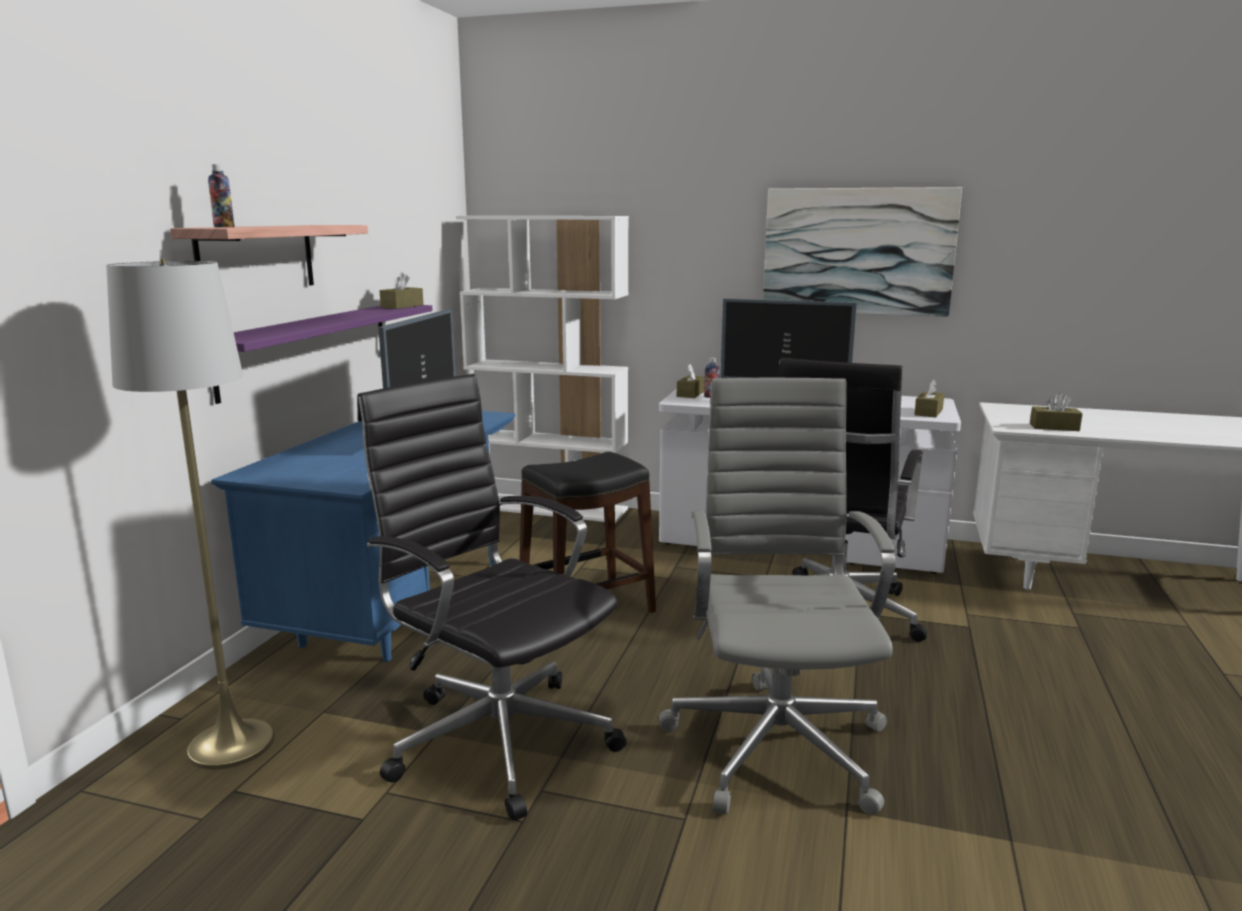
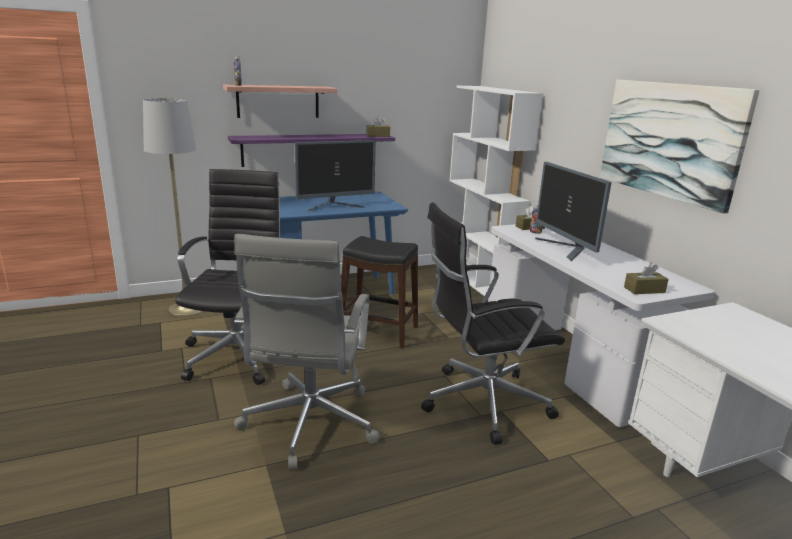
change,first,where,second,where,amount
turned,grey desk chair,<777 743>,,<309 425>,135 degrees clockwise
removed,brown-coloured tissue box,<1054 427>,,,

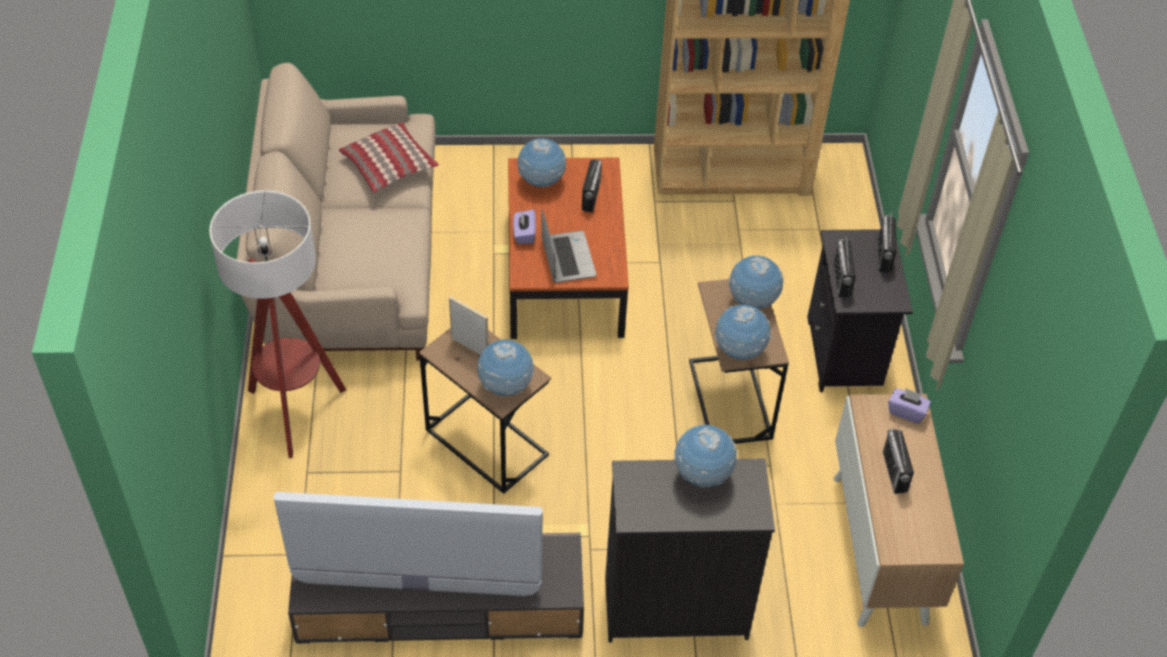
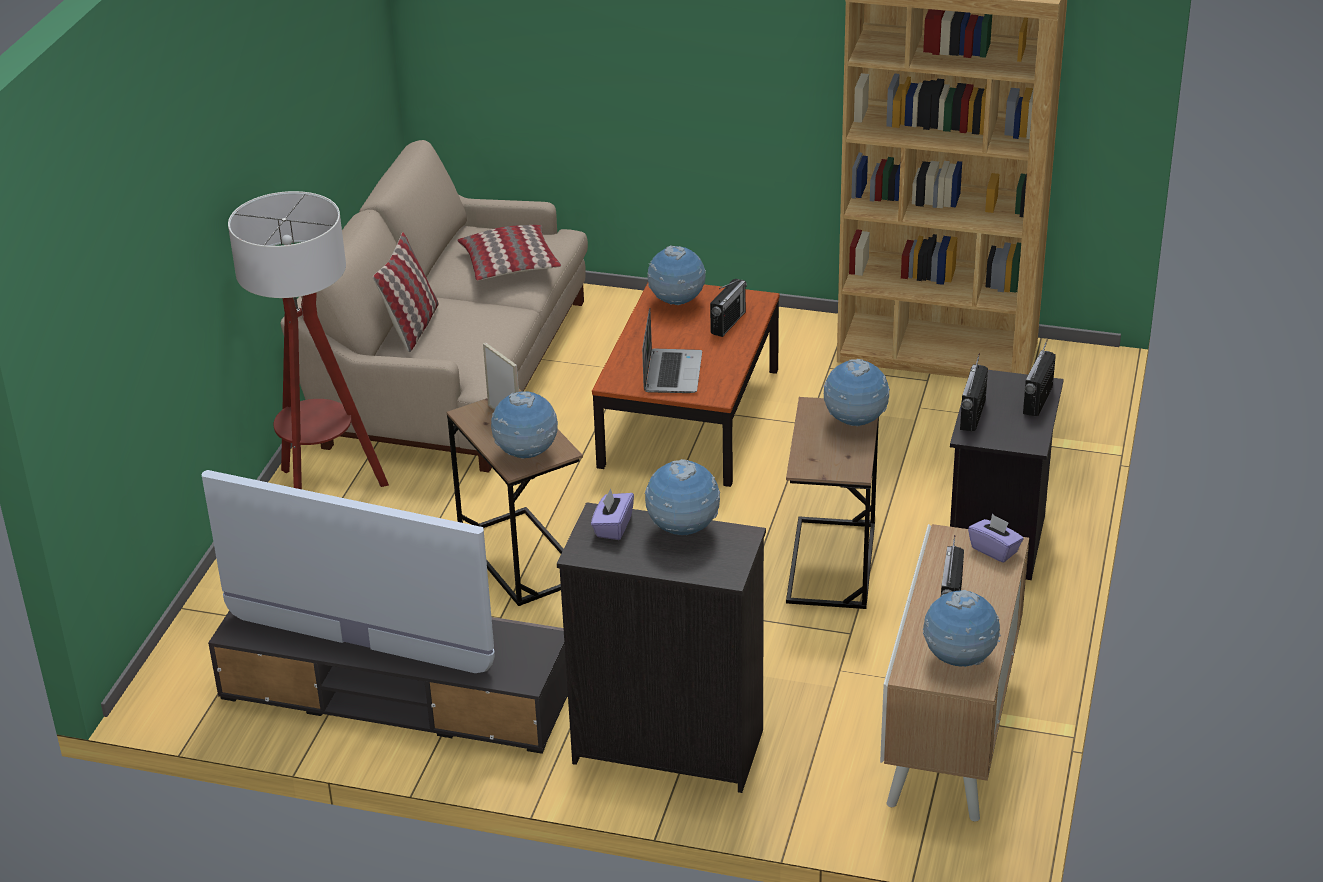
change,first,where,second,where,amount
added,,,pillow,<412 327>,
moved,purple-coloured tissue box,<524 234>,,<613 527>,
moved,desk globe,<739 351>,,<959 660>,

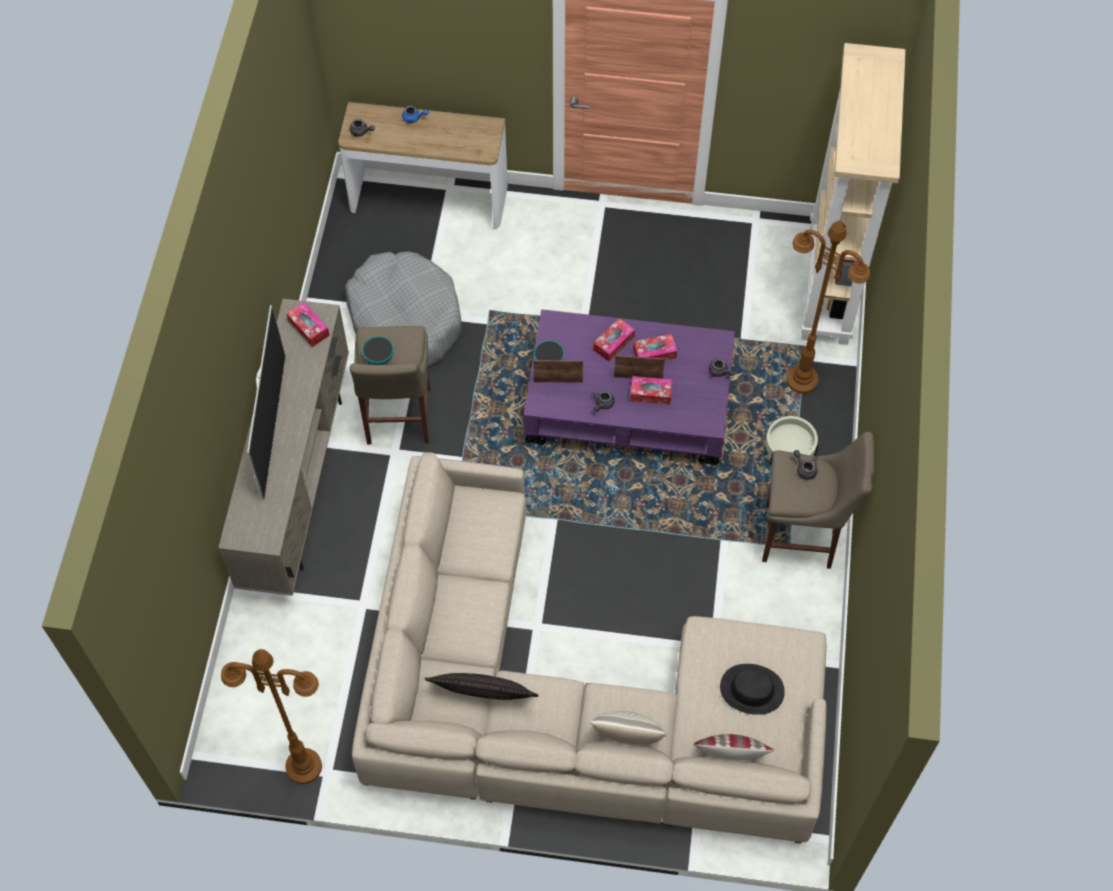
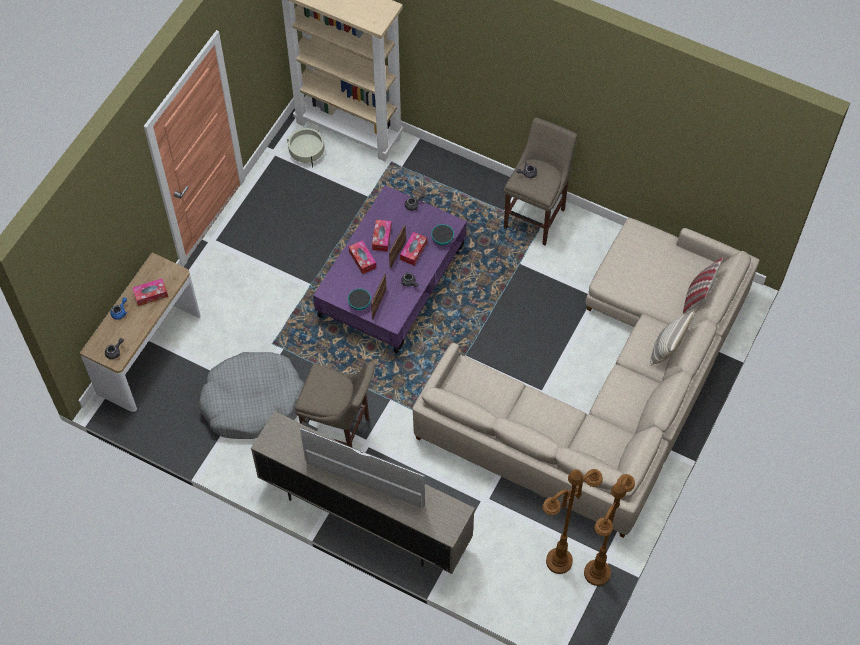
change,first,where,second,where,amount
moved,tissue box,<308 328>,,<151 294>,
moved,beige flower pot,<789 450>,,<307 152>,
moved,bowl,<379 357>,,<442 239>,
moved,brown-coloured standing lamp,<801 380>,,<559 561>,
removed,pillow,<482 695>,,,
removed,black clothing hat,<752 690>,,,

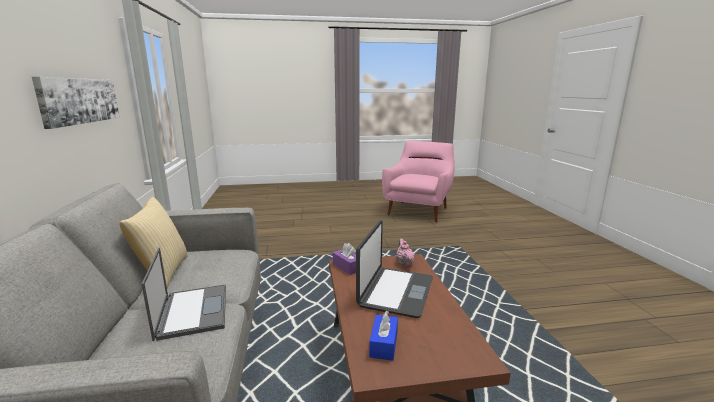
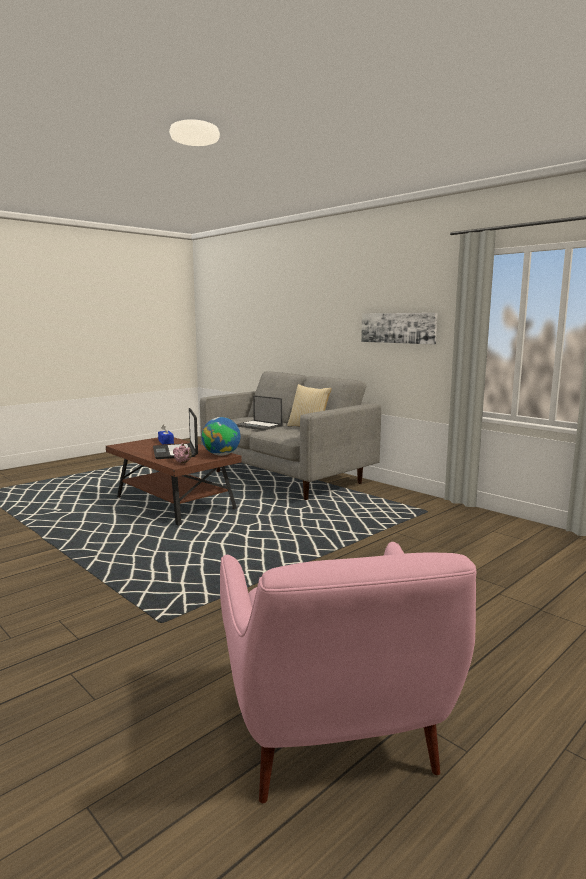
change,first,where,second,where,amount
replaced,purple-coloured tissue box,<347 267>,desk globe,<221 455>,

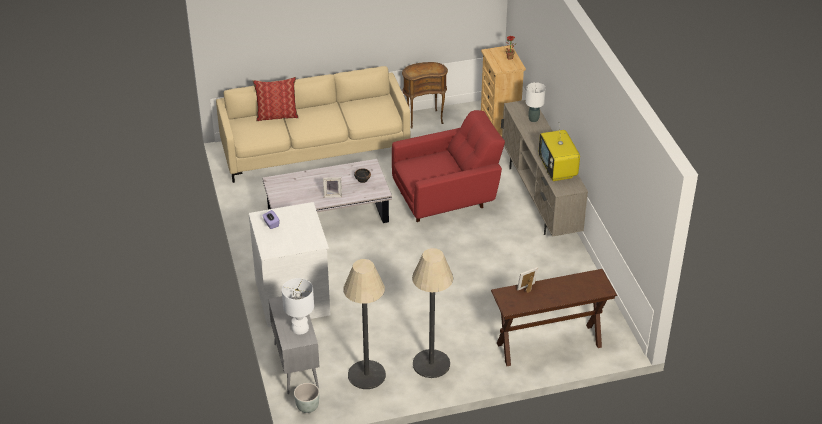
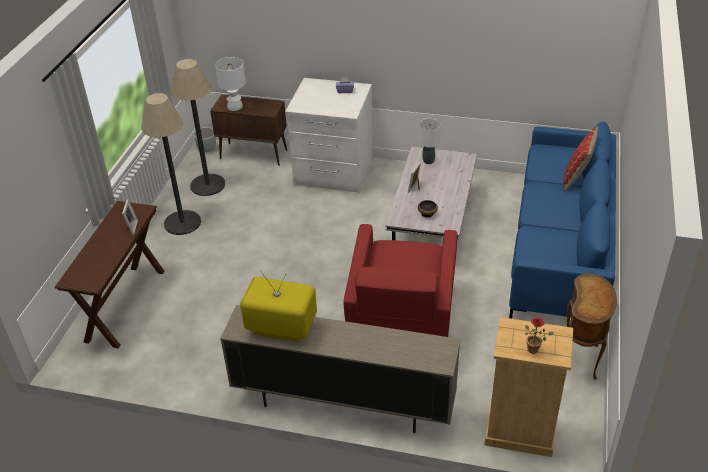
change,first,where,second,where,amount
recoloured,grey cupboard,<296 365>,brown-coloured cupboard,<254 154>,
moved,white-coloured table lamp,<533 119>,,<428 161>,
recoloured,beige sofa,<315 148>,bluish sofa,<560 246>,

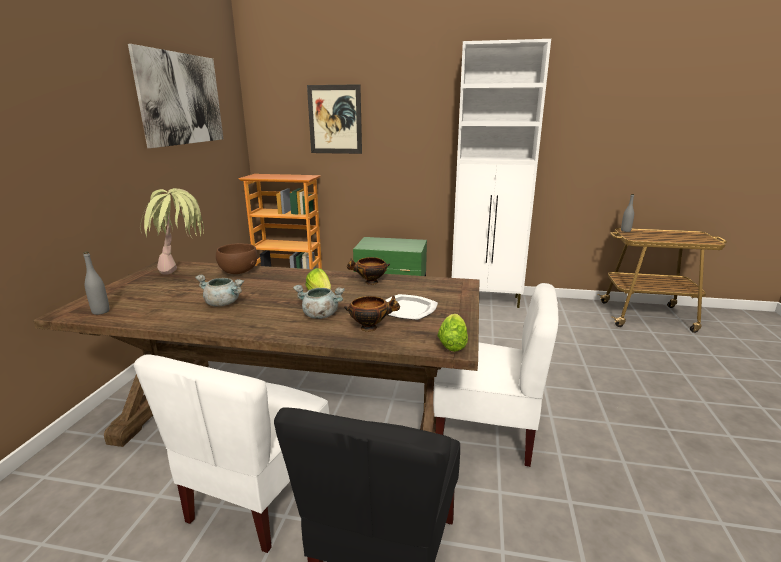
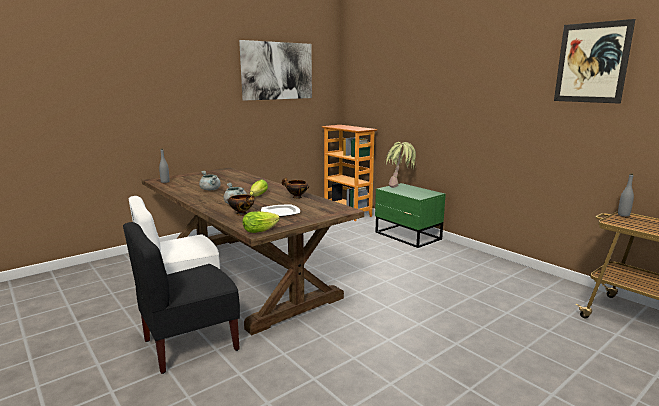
change,first,where,second,where,amount
moved,houseplant,<183 275>,,<400 189>,
moved,wall art,<335 119>,,<591 63>,
removed,brown-coloured bowl,<238 272>,,,
removed,white-coloured chair,<486 432>,,,
removed,white-coloured cupboard,<486 300>,,,

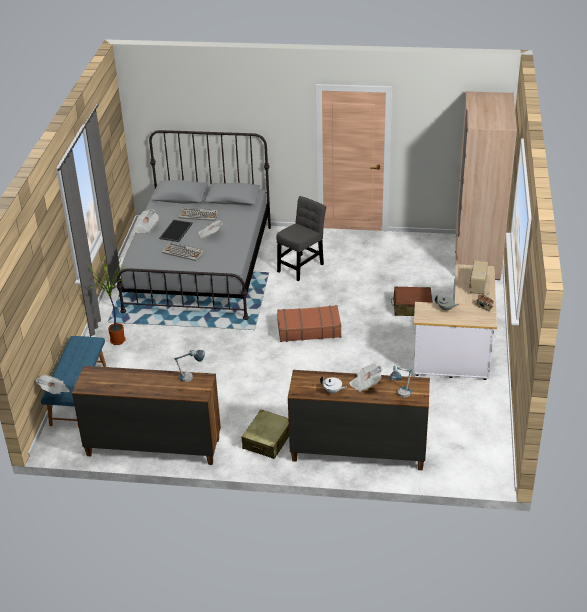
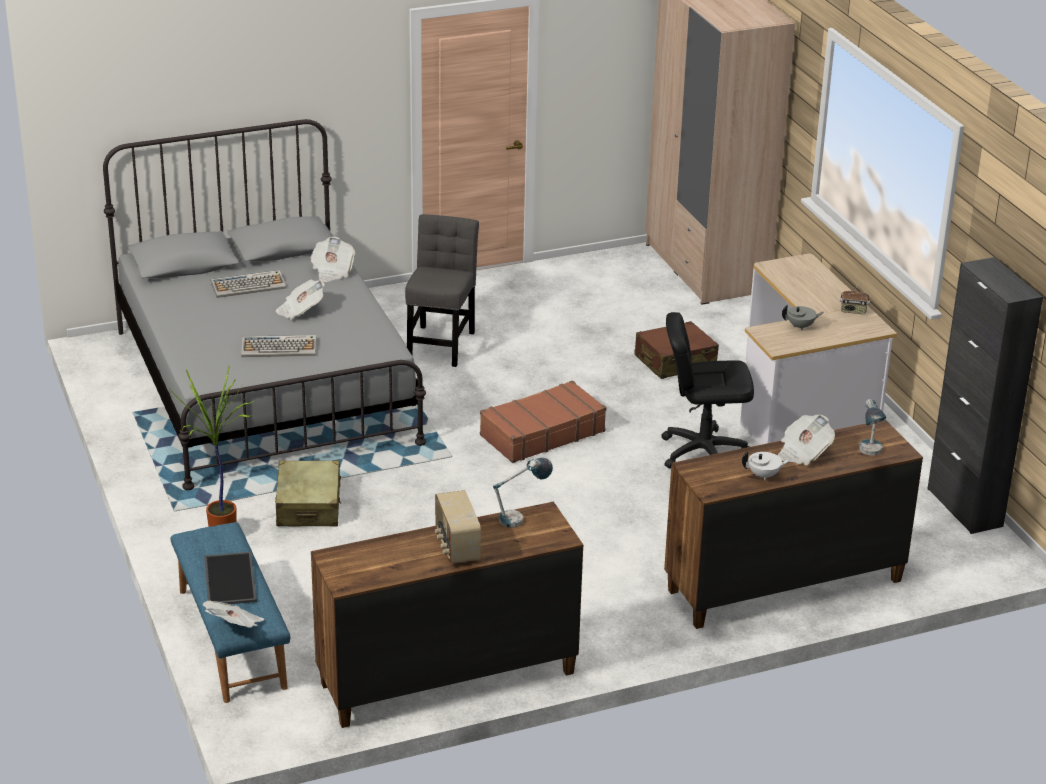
change,first,where,second,where,amount
moved,serving tray,<176 231>,,<231 580>,
moved,beige travel case,<268 440>,,<309 506>,
moved,daily paper,<146 227>,,<332 271>,
moved,radio,<477 286>,,<456 547>,
added,,,black desk chair,<703 453>,
added,,,black cupboard,<964 507>,

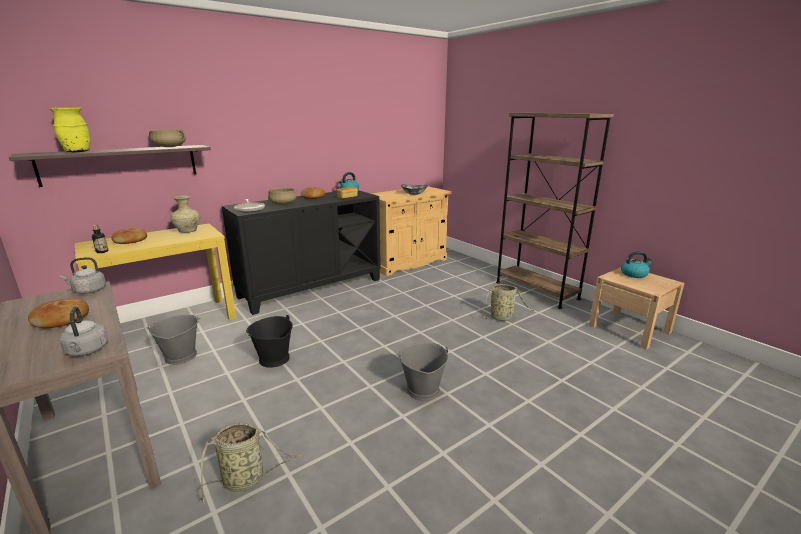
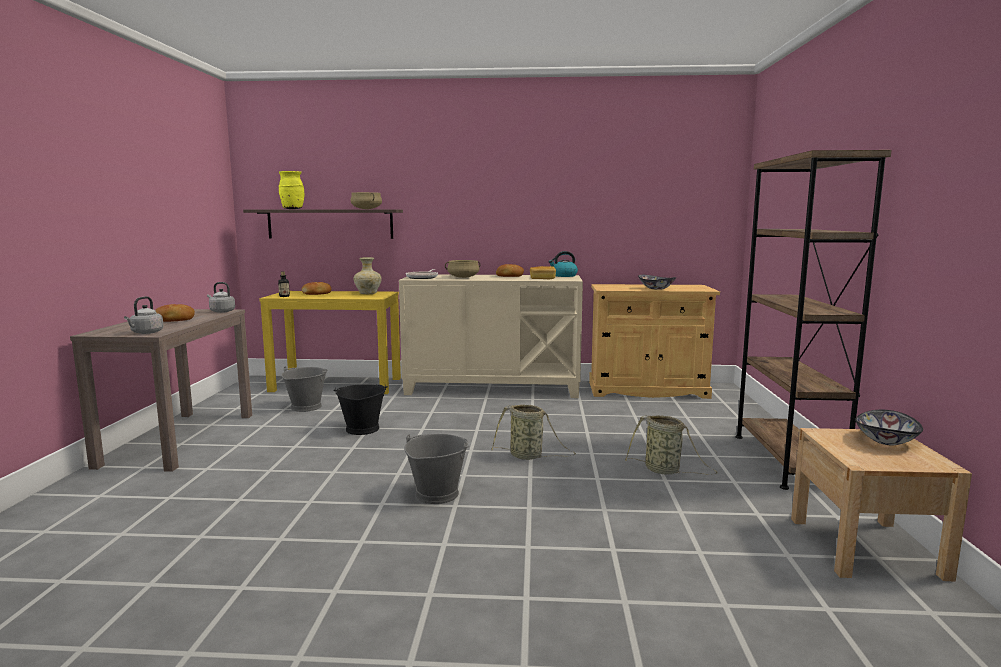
change,first,where,second,where,amount
recoloured,black cupboard,<311 288>,beige cupboard,<492 388>,
moved,storage basket,<247 480>,,<528 456>,
replaced,kettle,<634 274>,bowl,<885 441>,

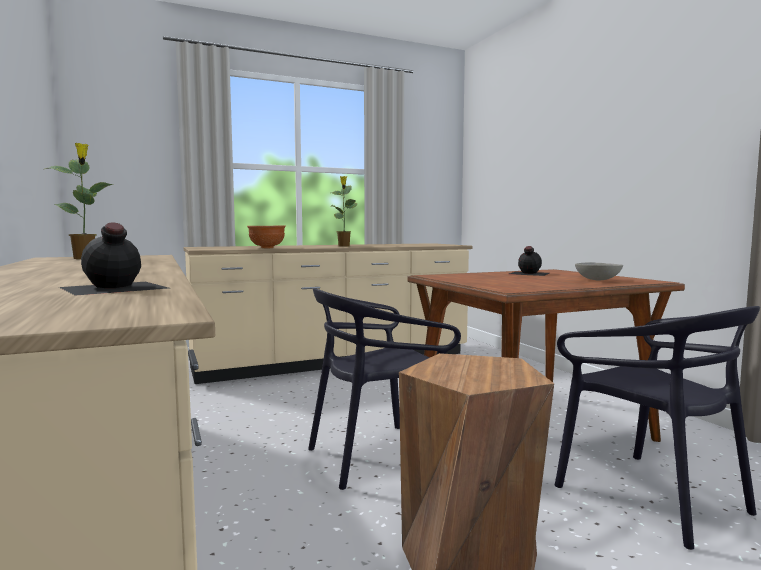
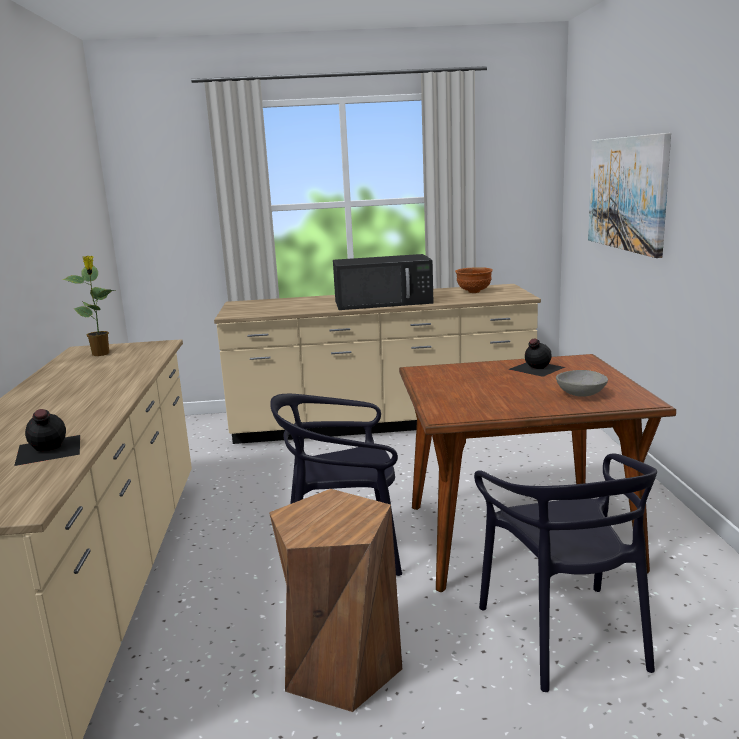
change,first,where,second,where,amount
replaced,houseplant,<344 246>,black microwave,<384 302>,
moved,brown-coloured bowl,<266 248>,,<473 292>,
added,,,wall art,<627 193>,

